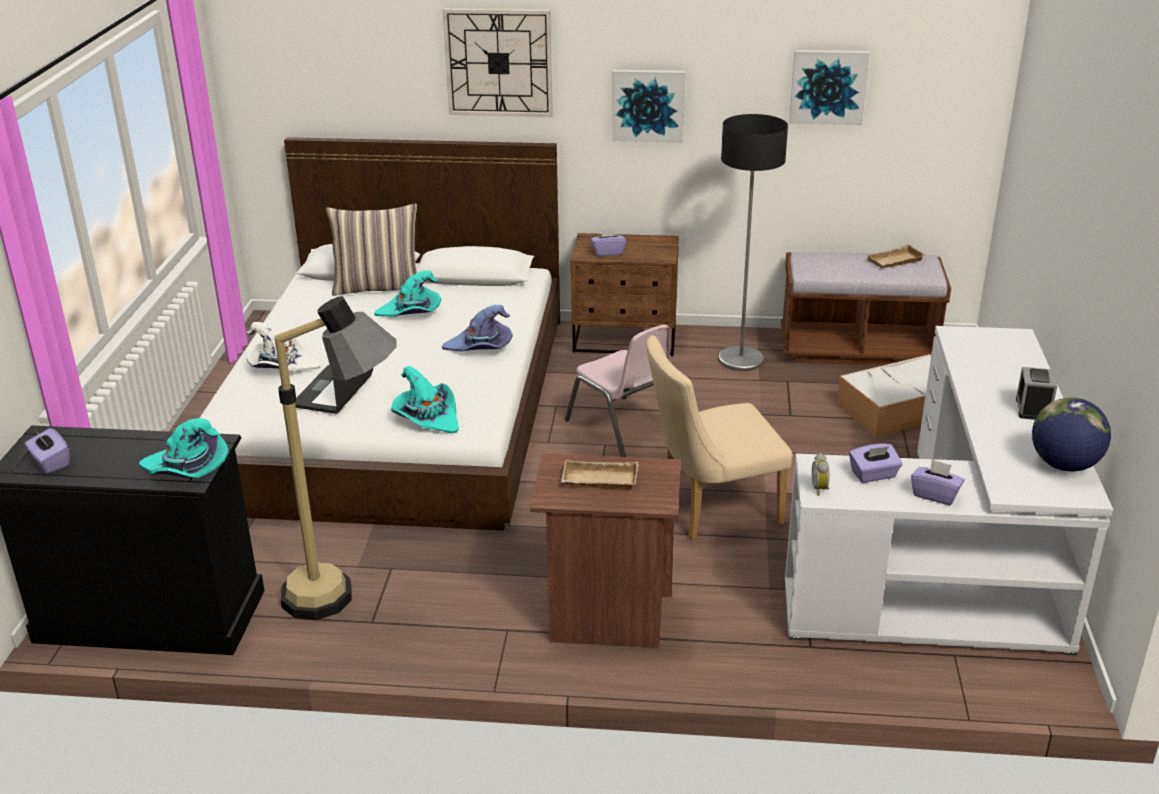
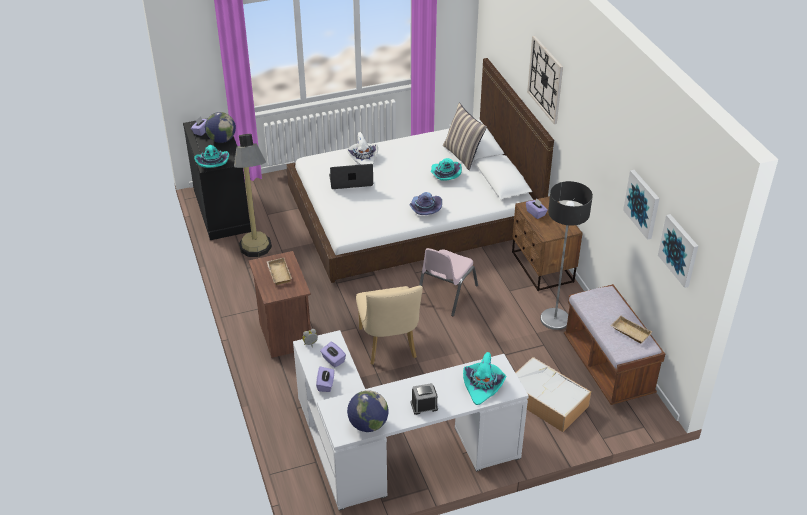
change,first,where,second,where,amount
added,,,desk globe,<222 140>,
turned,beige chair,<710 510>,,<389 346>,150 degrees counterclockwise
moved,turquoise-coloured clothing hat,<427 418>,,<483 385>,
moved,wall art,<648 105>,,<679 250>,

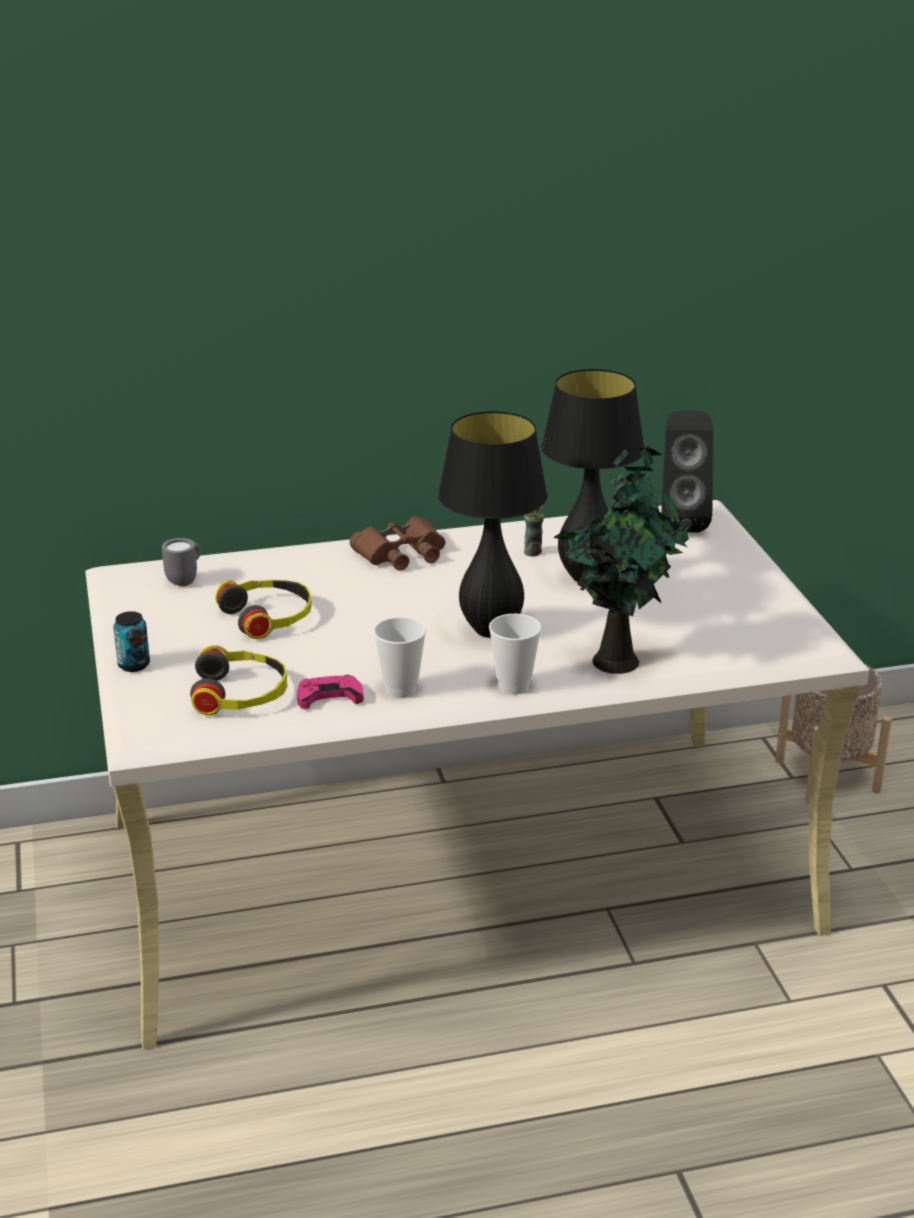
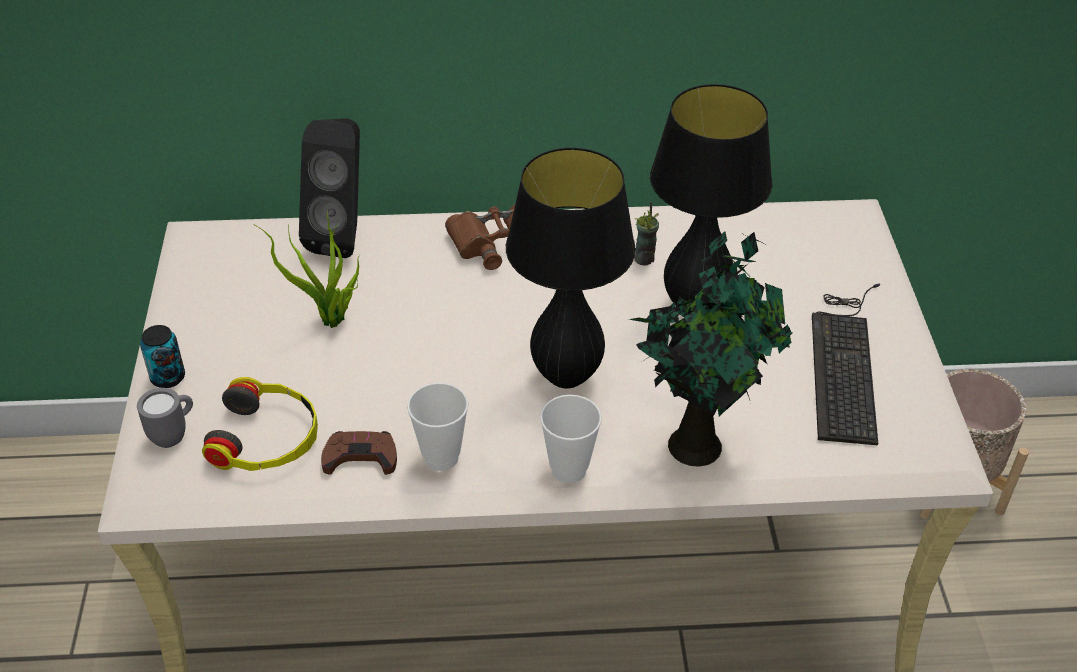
change,first,where,second,where,amount
moved,grey tea mug,<185 580>,,<174 435>,
replaced,headset,<268 616>,houseplant,<331 322>,
moved,black loudspeaker,<682 522>,,<343 236>,
recoloured,pink-coloured joypad,<329 696>,brown-coloured joypad,<360 457>,
added,,,PC keyboard,<845 362>,

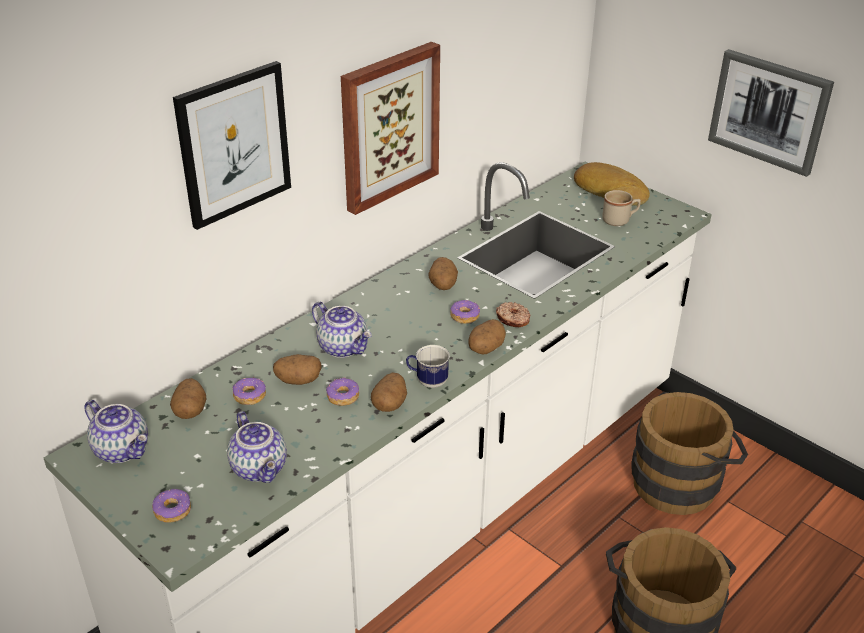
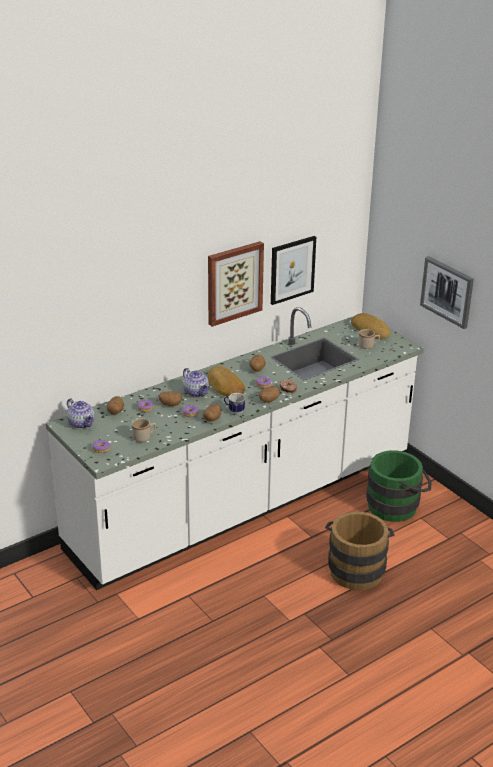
change,first,where,second,where,amount
replaced,teapot,<260 468>,beige tea mug,<144 437>,
added,,,bakery bread,<225 386>,
moved,wall art,<234 144>,,<292 269>,
recoloured,brown-coloured water bucket,<681 482>,green-coloured water bucket,<397 505>,

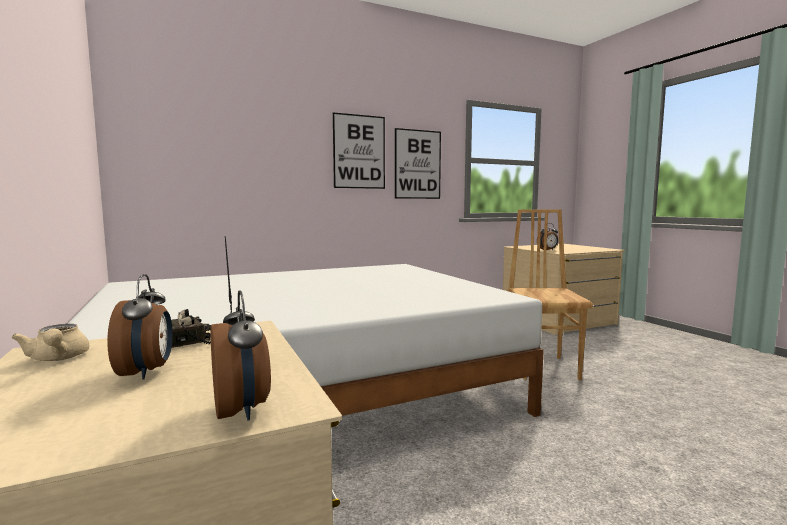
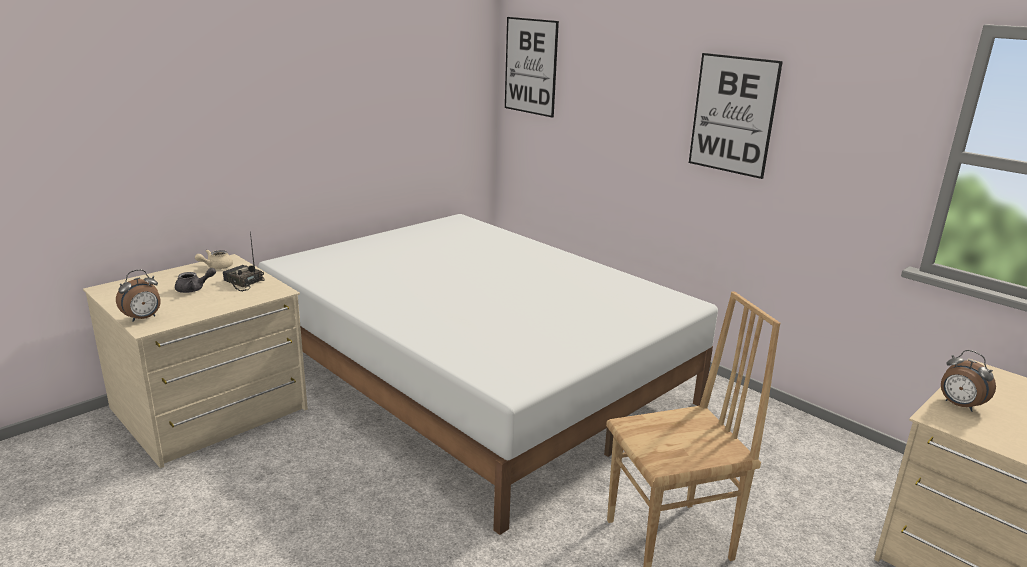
change,first,where,second,where,amount
replaced,bedside clock,<147 372>,grey teapot,<194 289>,
moved,wall art,<417 164>,,<530 66>,

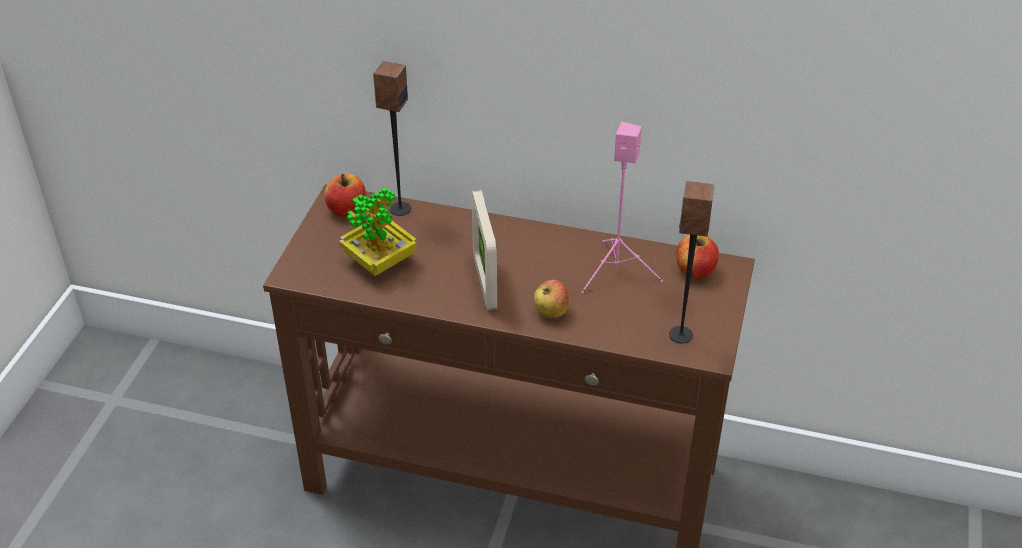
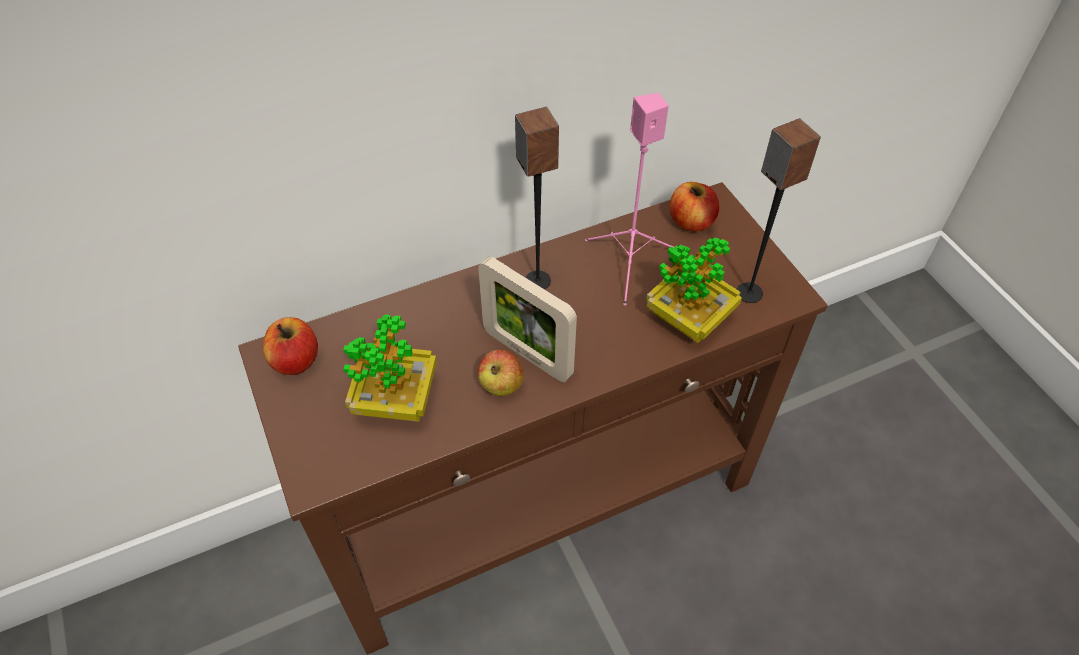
change,first,where,second,where,amount
moved,apple fruit,<551 312>,,<501 385>,
moved,loudspeaker,<400 209>,,<537 281>,
added,,,houseplant,<689 318>,

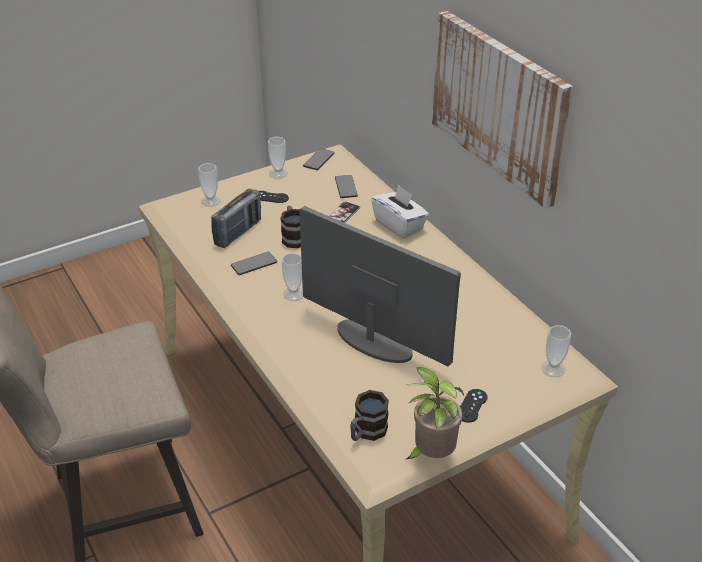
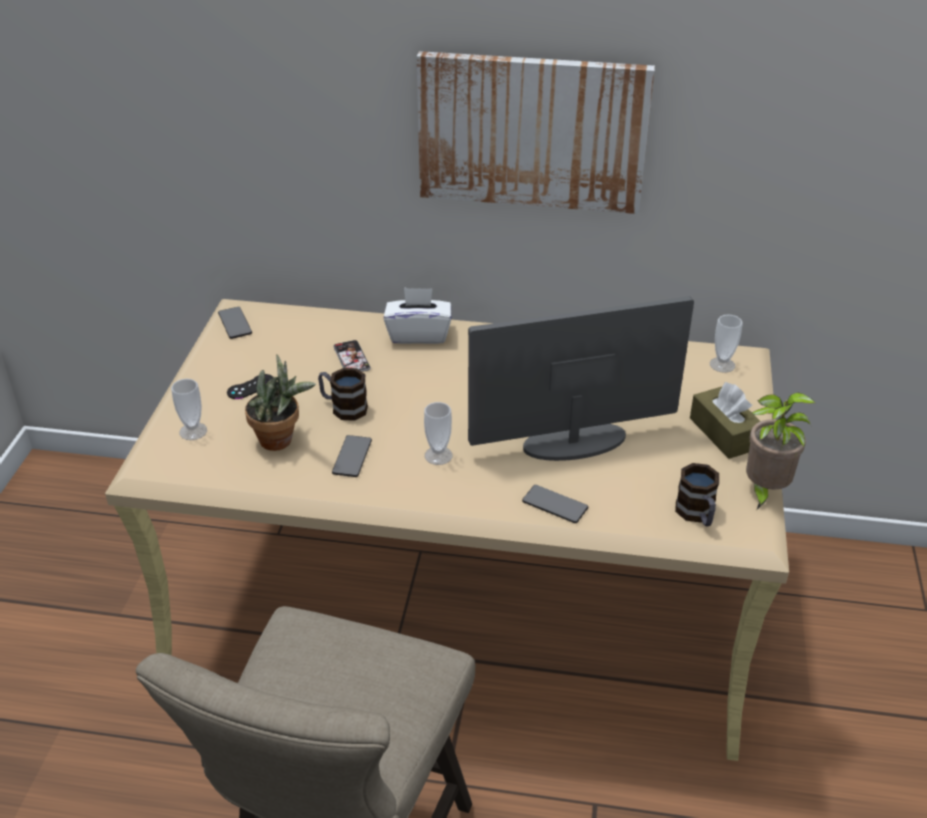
change,first,where,second,where,amount
replaced,radio,<238 233>,houseplant,<281 440>,
moved,handset,<346 187>,,<555 505>,
replaced,black joypad,<472 406>,brown-coloured tissue box,<724 433>,
removed,drinking cup,<278 173>,,,

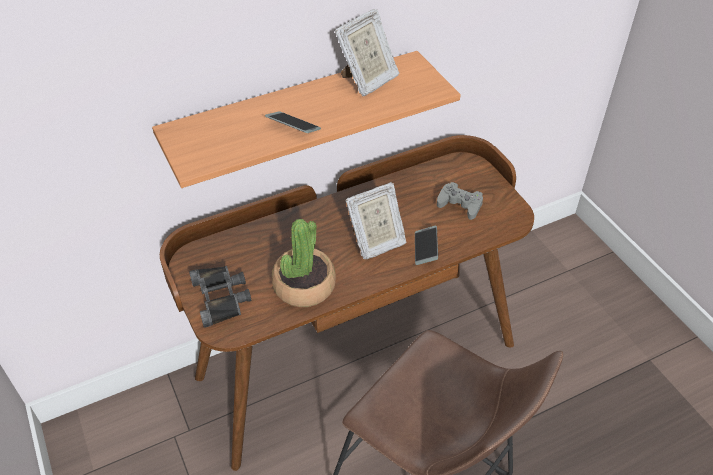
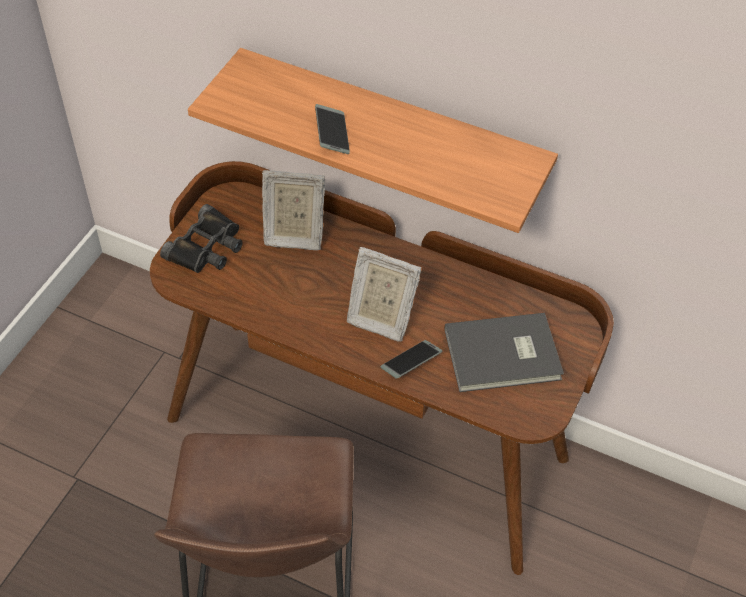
change,first,where,second,where,amount
moved,picture frame,<367 81>,,<293 234>,
replaced,grey joypad,<460 204>,grey volume,<504 356>,
removed,houseplant,<304 286>,,,

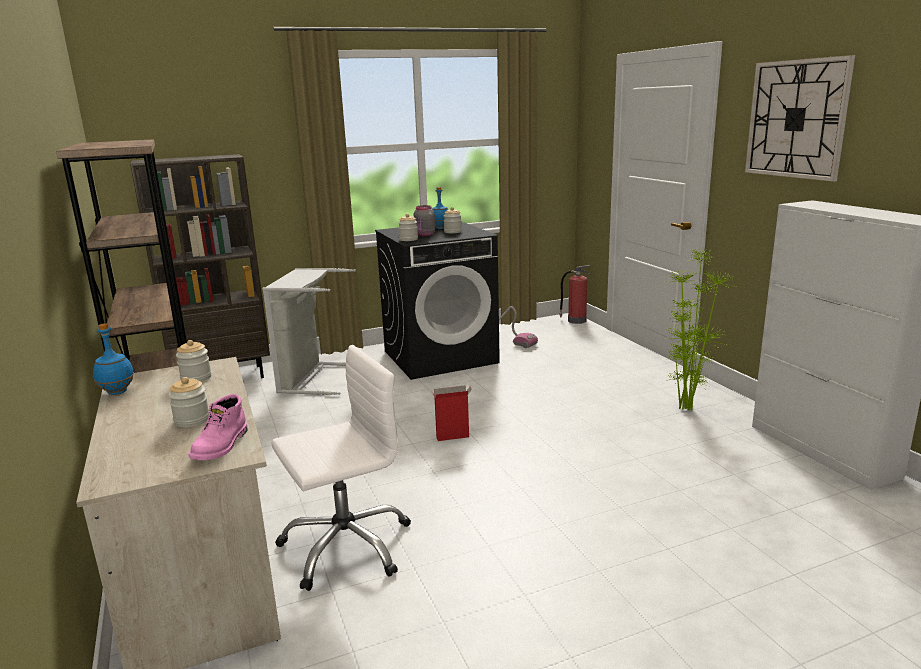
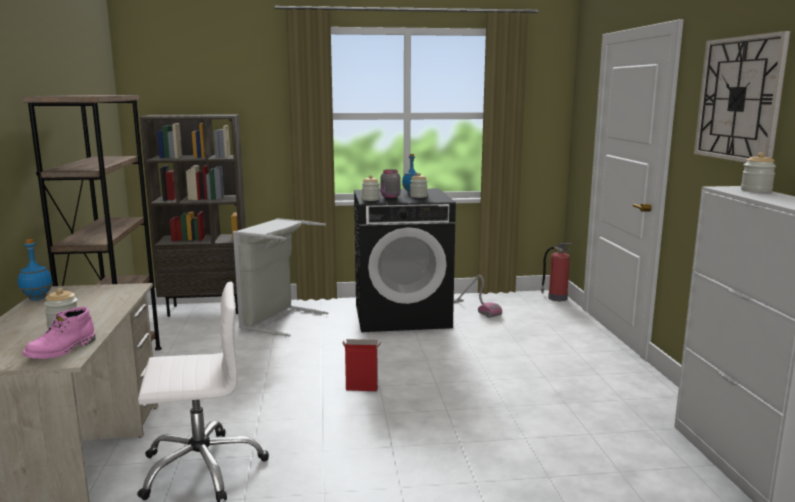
change,first,where,second,where,amount
moved,storage jar,<196 378>,,<756 191>,
removed,houseplant,<687 409>,,,

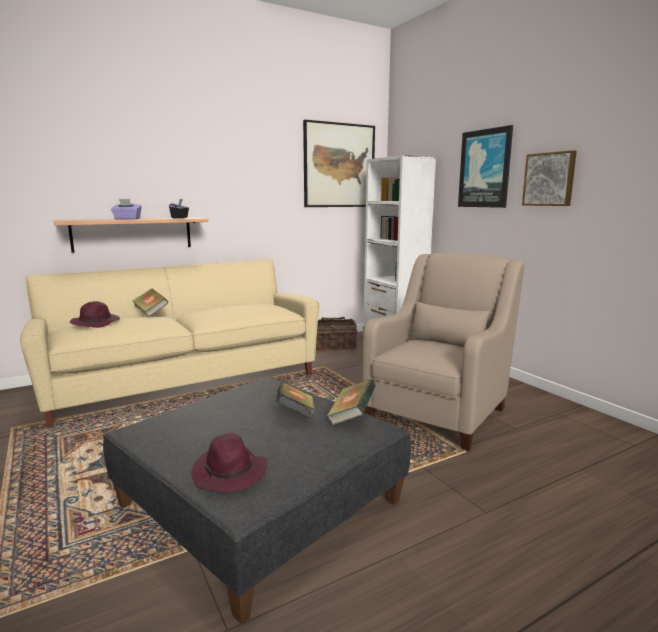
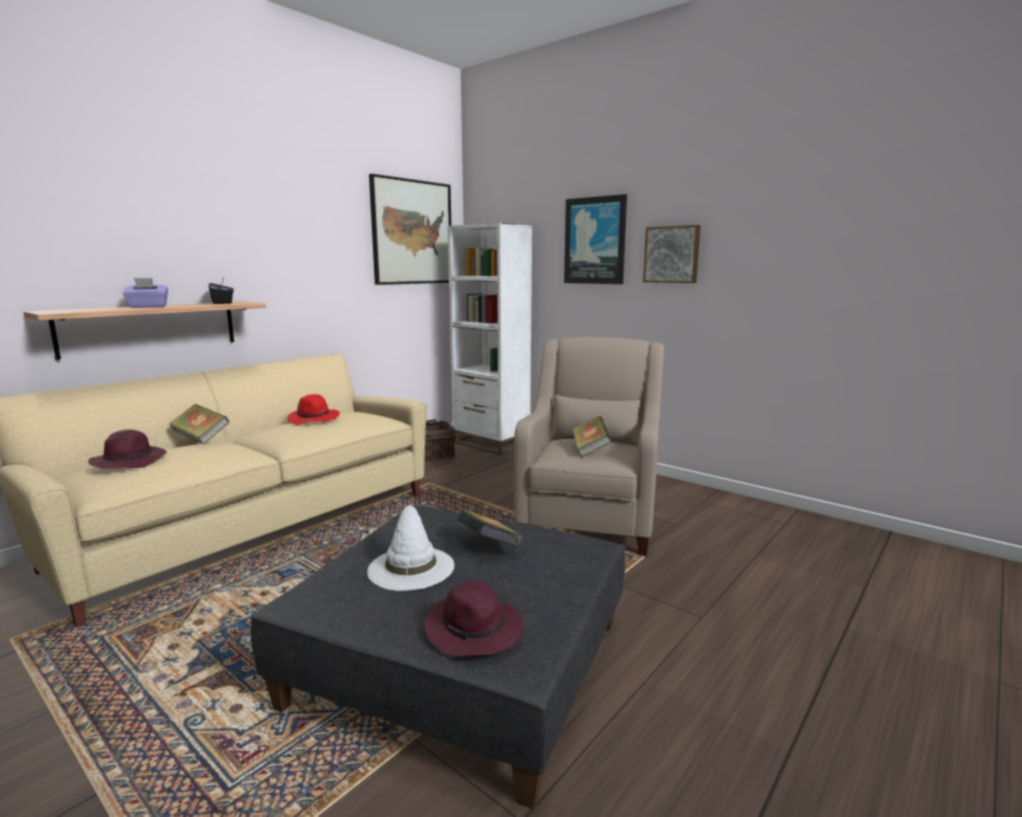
change,first,where,second,where,amount
added,,,red clothing hat,<314 419>,
added,,,white-coloured clothing hat,<410 567>,
moved,volume,<351 417>,,<590 450>,

